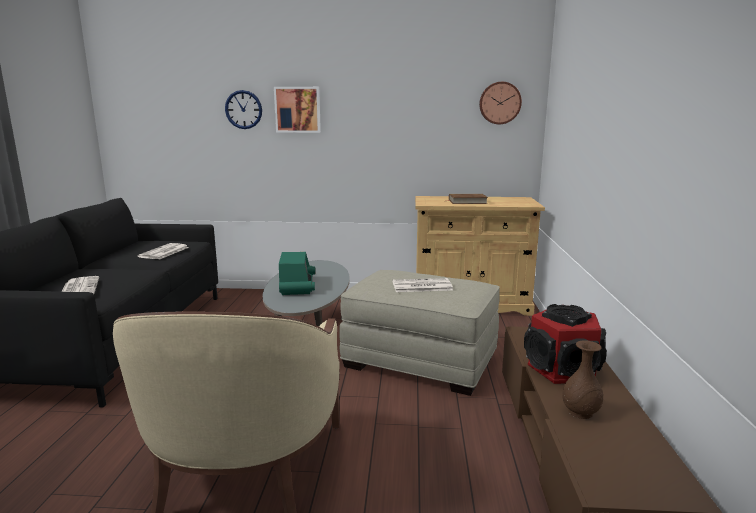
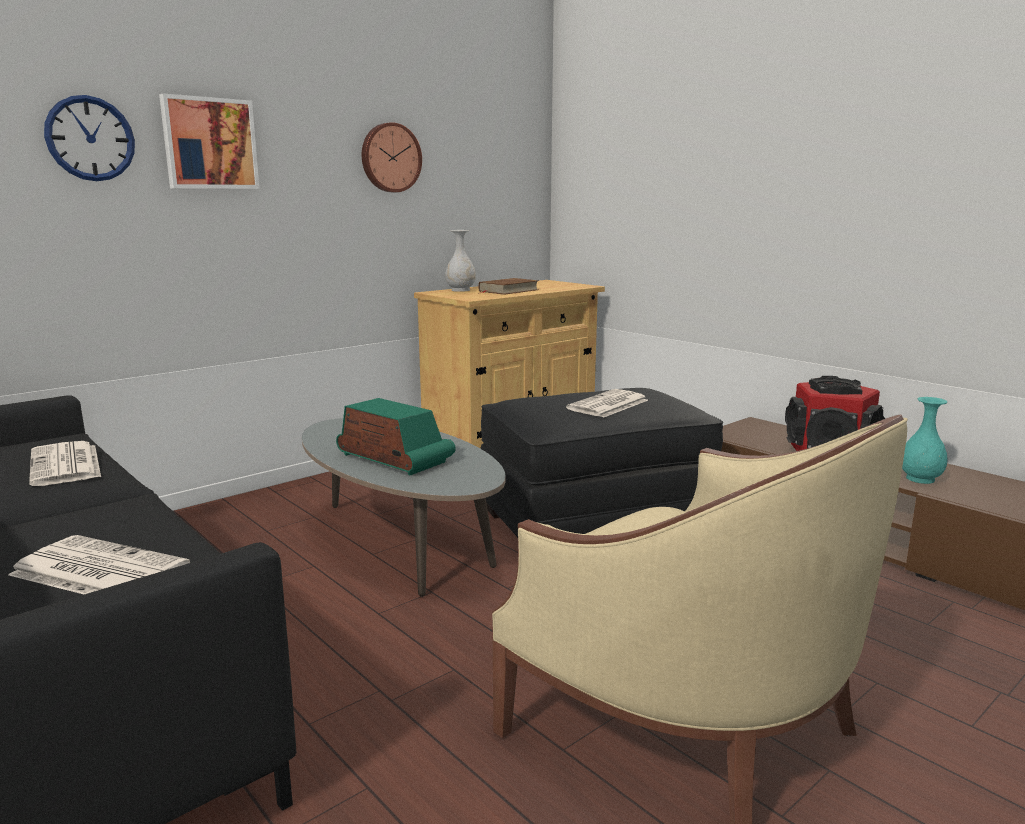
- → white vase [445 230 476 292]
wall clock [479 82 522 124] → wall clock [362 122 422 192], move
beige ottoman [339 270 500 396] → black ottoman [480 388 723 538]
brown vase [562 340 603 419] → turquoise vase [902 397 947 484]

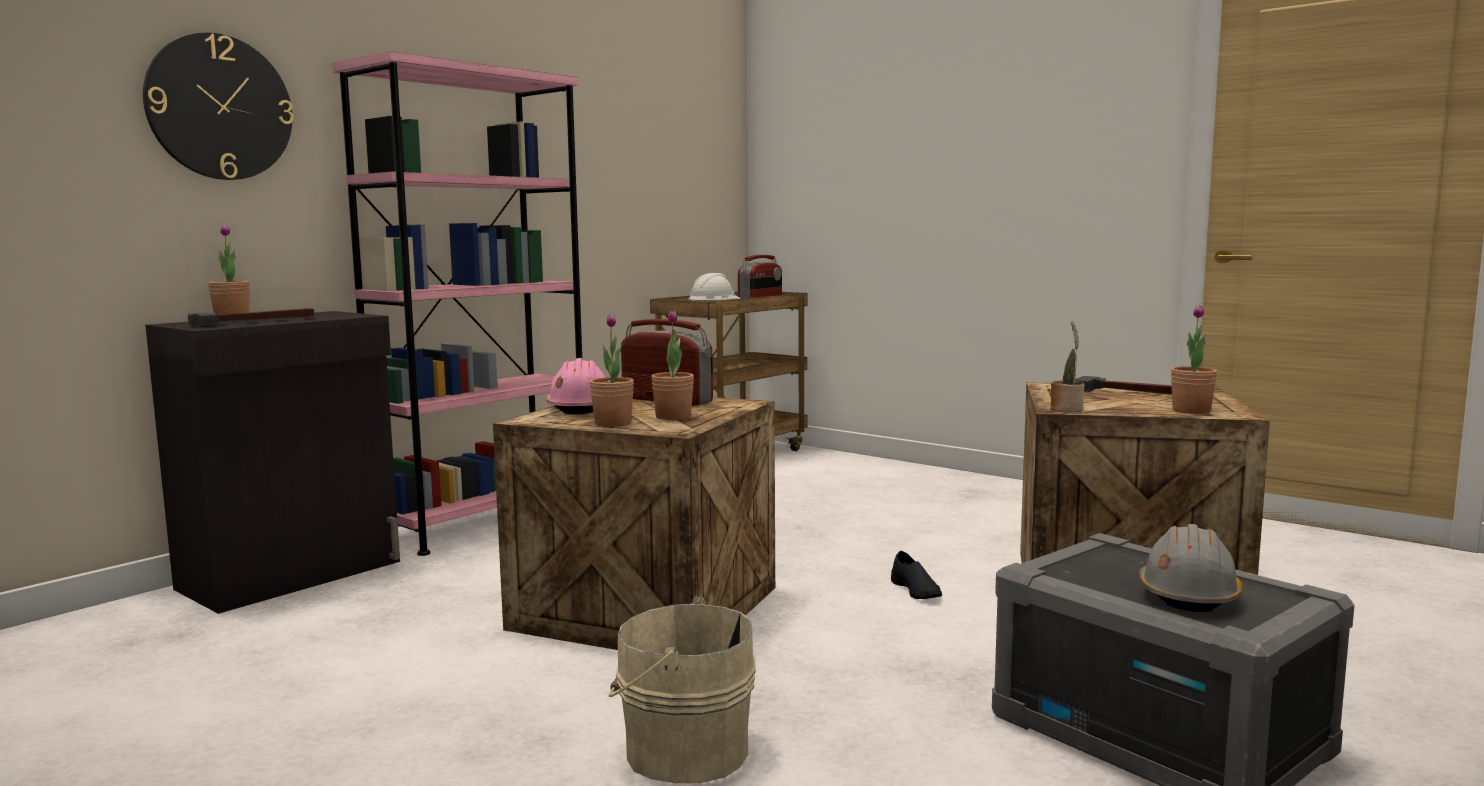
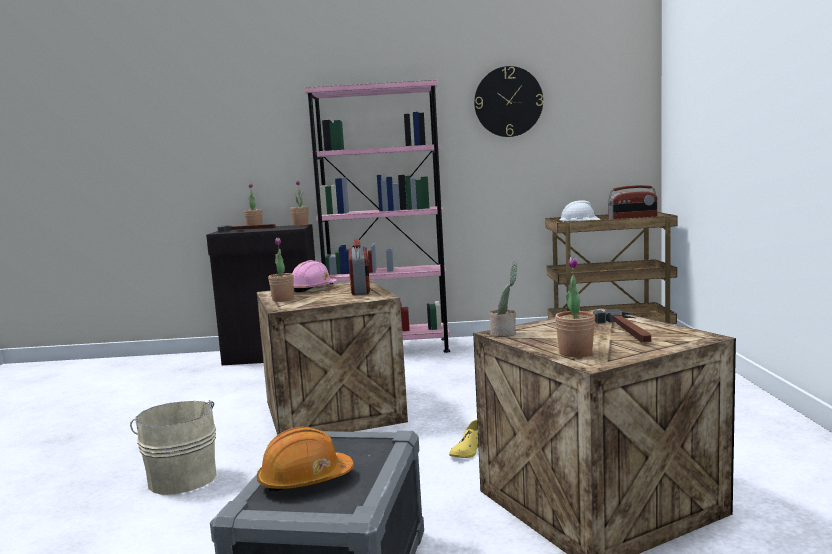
wall clock [143 32 294 180] → wall clock [474 66 543 137], move
potted plant [651 311 694 420] → potted plant [290 180 308 226], move
black shoe [891 551 942 599] → yellow shoe [449 420 478 458]
grey hard hat [1139 524 1243 612] → orange hard hat [257 427 354 491]

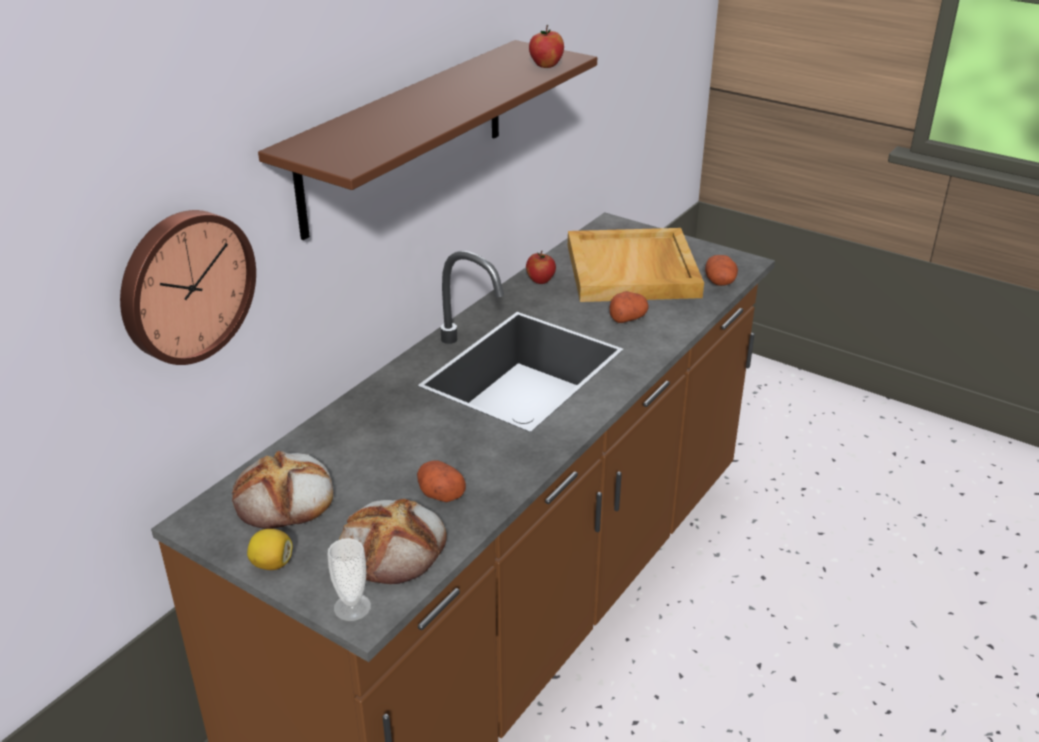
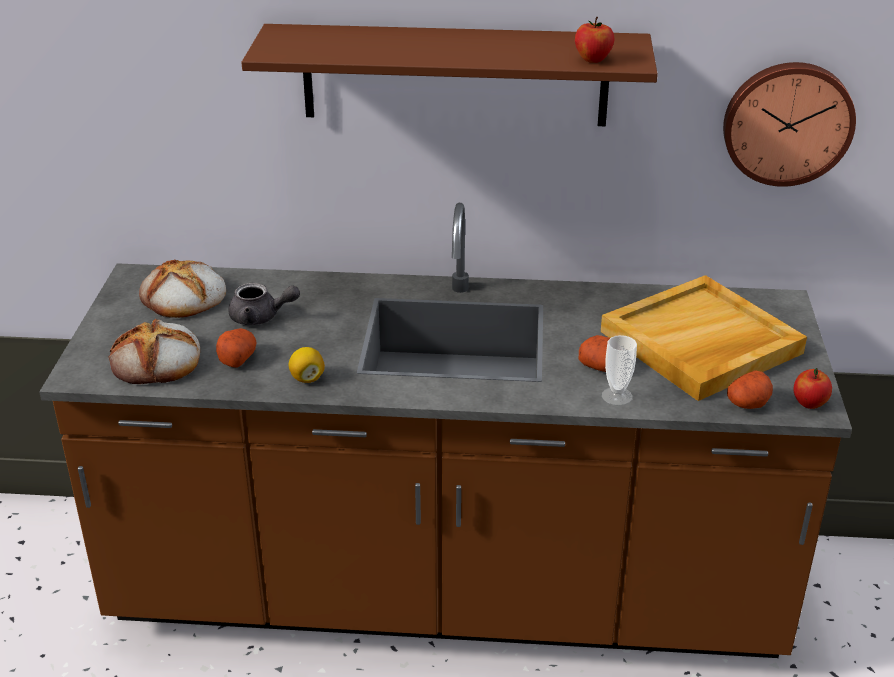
- → grey teapot [229 283 300 325]
wall clock [120 210 256 365] → wall clock [723 62 856 187], move
lemon [247 529 293 570] → lemon [289 347 325 383], move
cup [328 538 371 621] → cup [602 335 637 406], move
apple [526 251 556 284] → apple [793 368 832 409], move

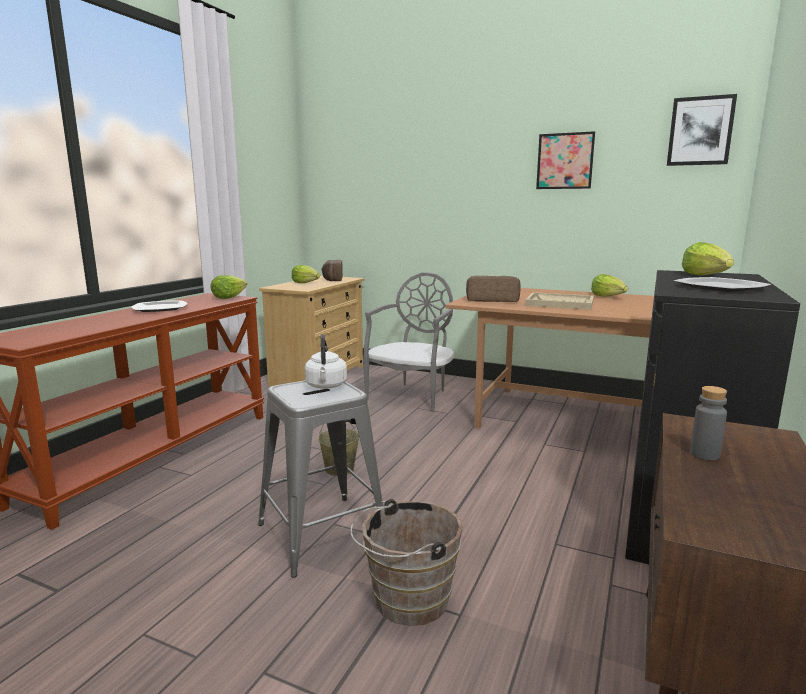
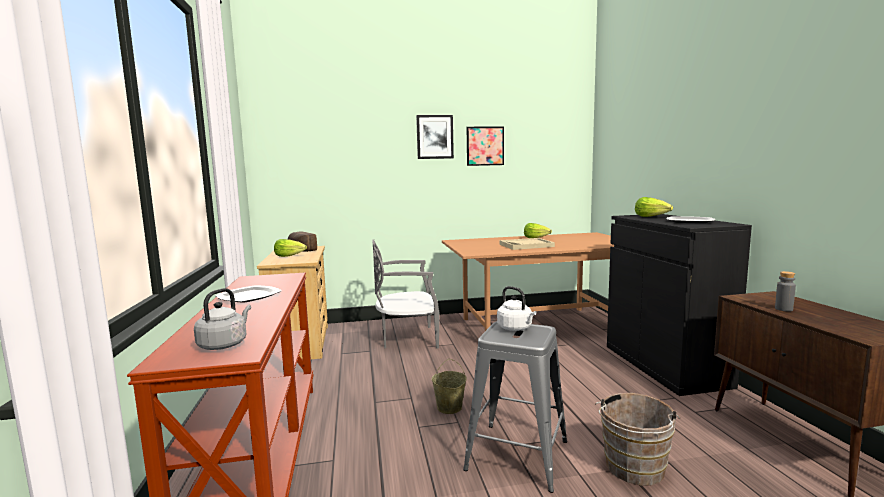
lettuce [210 275 247 299] → -
bread [466 276 521 302] → -
- → grey kettle [194 288 251 350]
picture [667 94 737 166] → picture [416 115 454 159], move
grey chair [363 272 454 412] → grey chair [372 239 439 349], 90 degrees counterclockwise

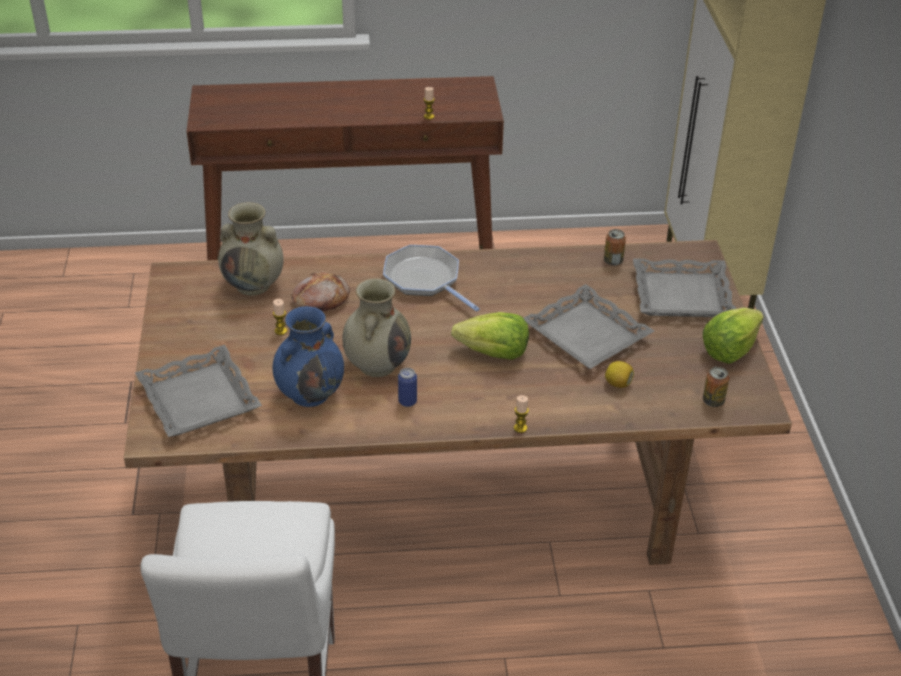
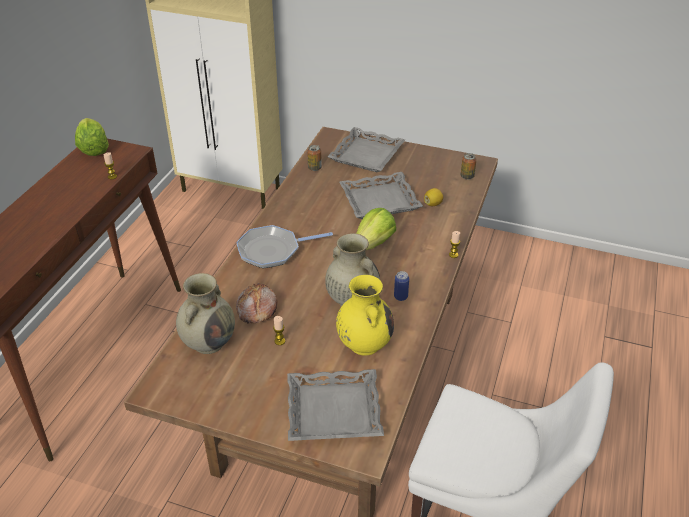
lettuce [703 307 764 364] → lettuce [75 118 109 156], move
blue vase [273 306 344 407] → yellow vase [336 275 394 356]

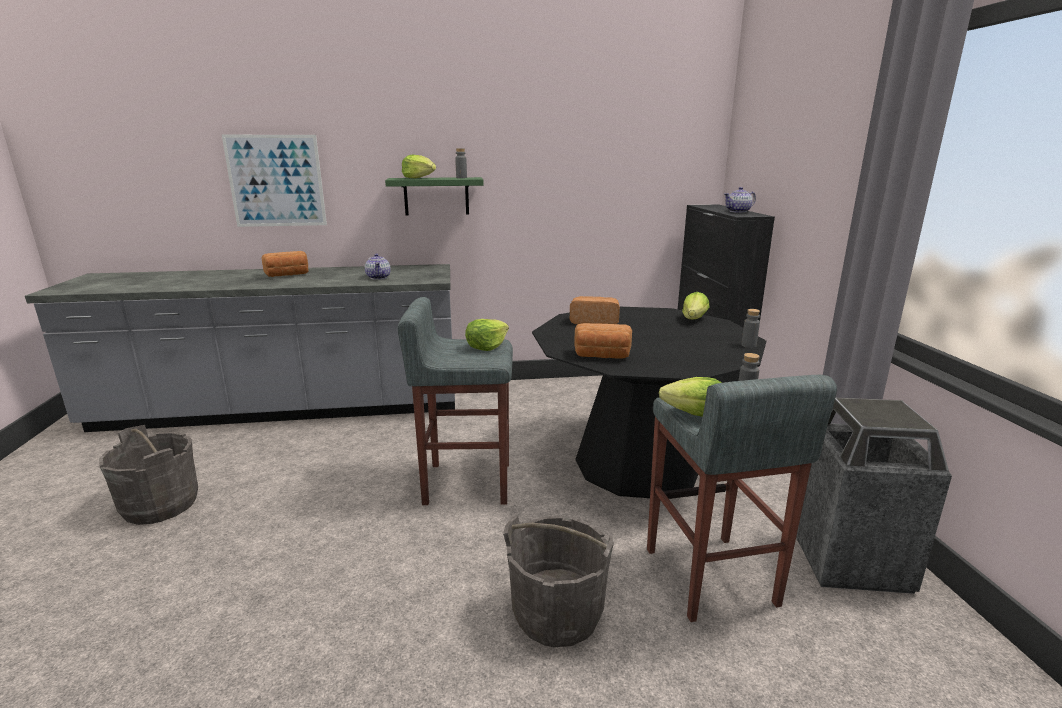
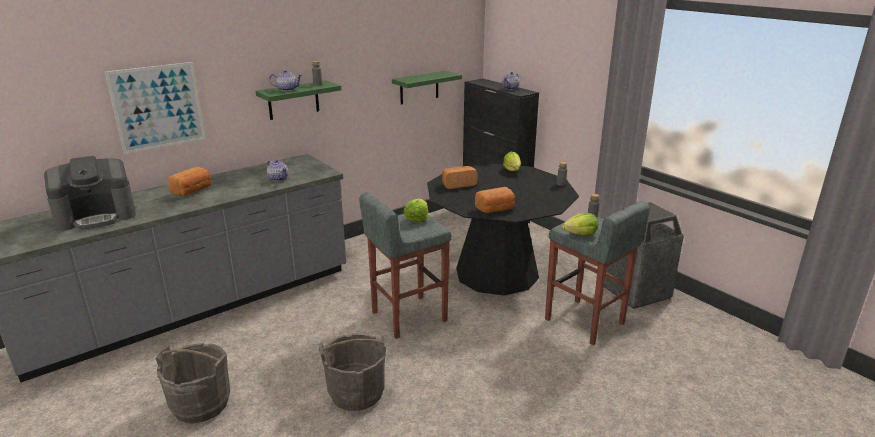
- → coffee machine [44 156 136 231]
- → green shelf [392 71 462 105]
grey bucket [503 516 614 647] → grey bucket [319 333 386 411], move
lettuce [402 155 436 178] → teapot [269 70 302 91]

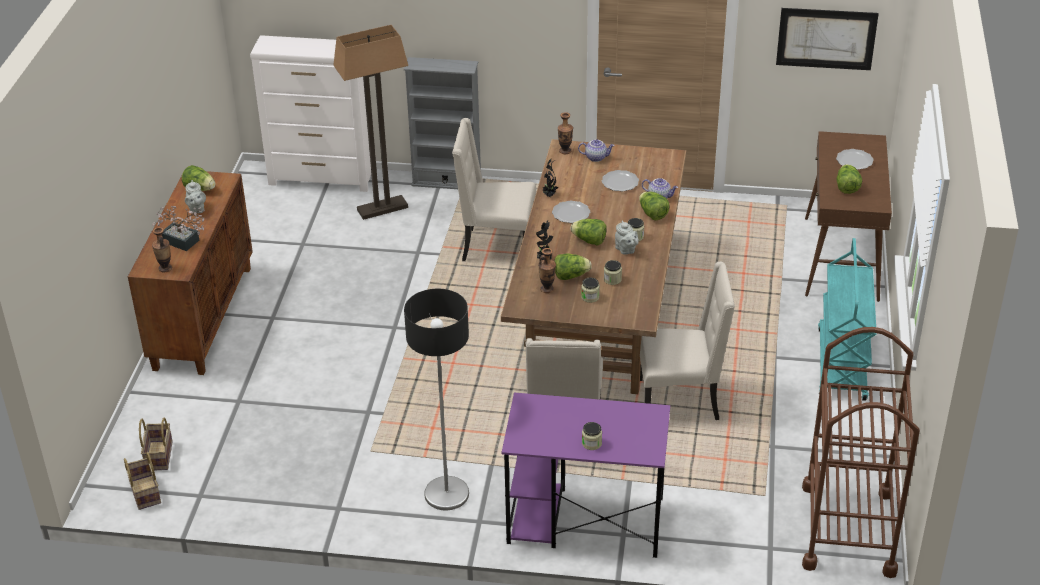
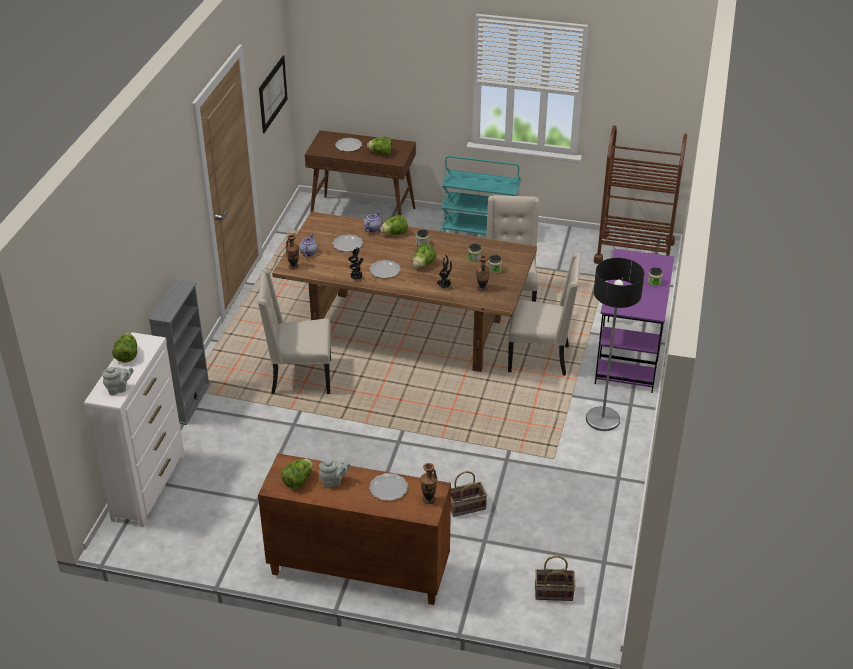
floor lamp [333 25 408 220] → -
basket [124 452 161 510] → basket [451 471 487 517], move
lettuce [554 254 592 280] → lettuce [112 333 137 363], move
grey teapot [615 221 639 255] → grey teapot [102 367 134 395], move
potted plant [152 206 205 251] → plate [369 473 408 501]
beige chair [452 118 536 261] → beige chair [258 269 331 394], 75 degrees clockwise

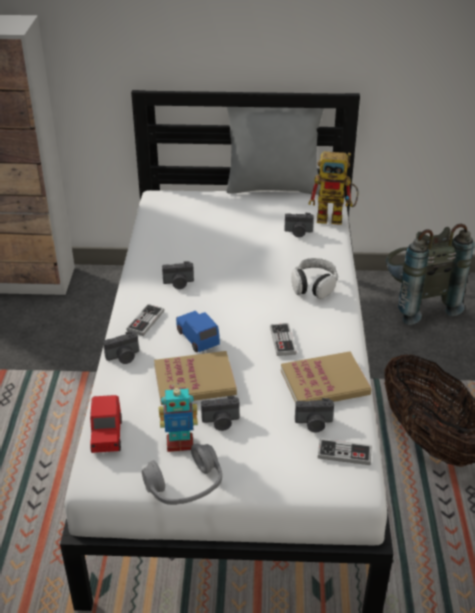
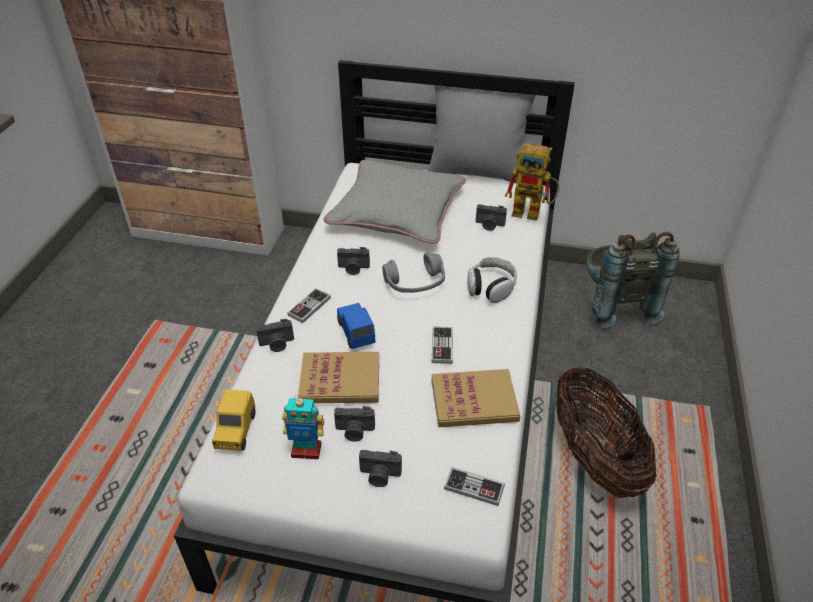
- → grey pillow [324 159 466 244]
grey headphones [142 444 222 505] → grey headphones [383 253 445 293], move
photo camera [295 398 334 432] → photo camera [359 450 402 487], move
red toy car [90 395 122 453] → yellow toy car [212 390 255 451]

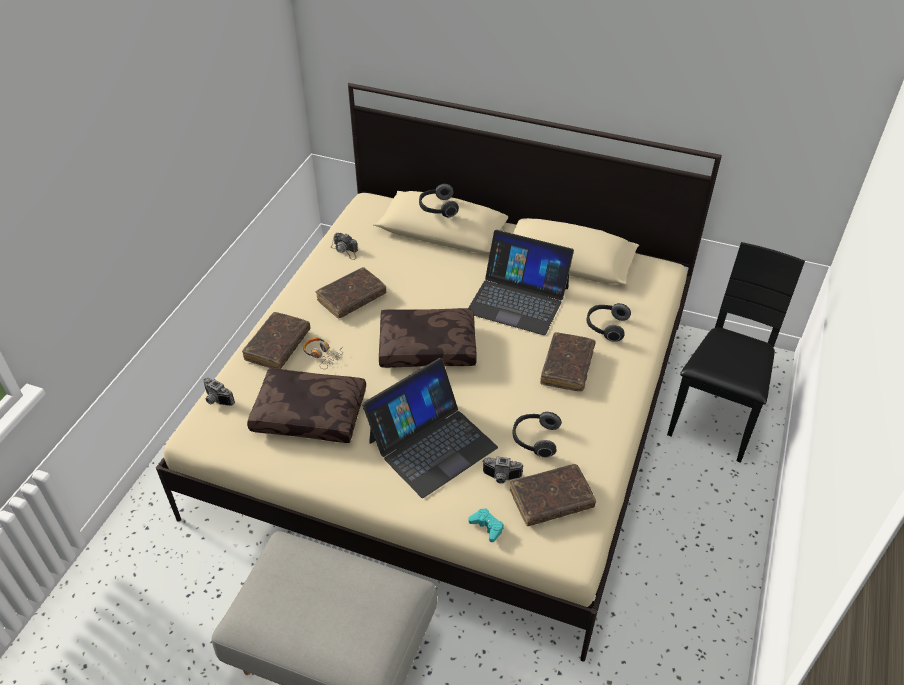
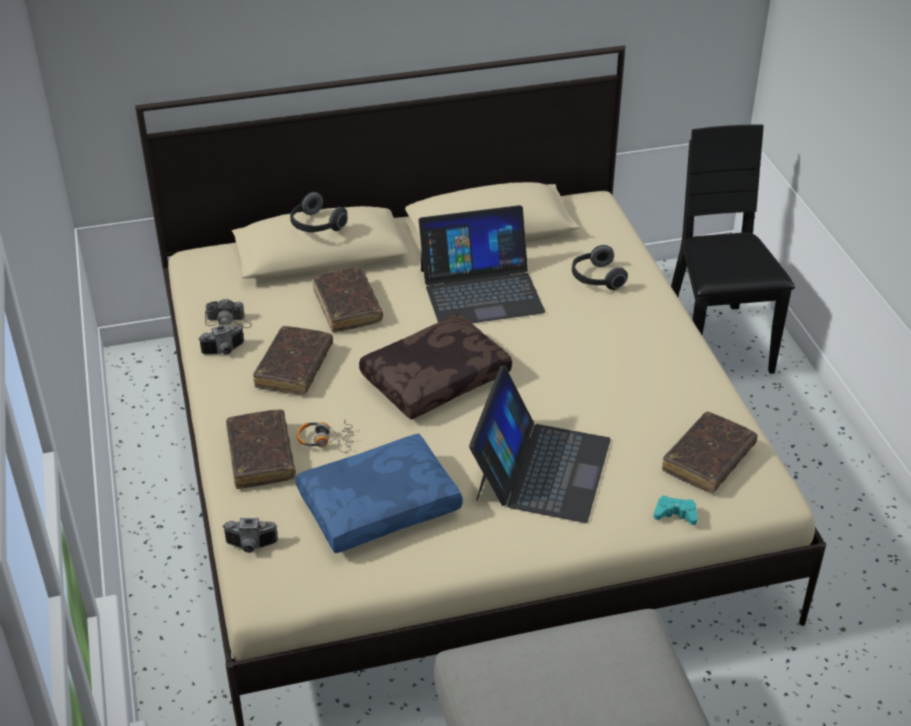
headphones [513 412 561 458] → -
photo camera [483 456 524 484] → photo camera [198 324 244 355], move
brown book [540 332 596 391] → brown book [313 267 383 333], move
brown pillow [247 368 366 443] → blue pillow [295 434 463 553]

